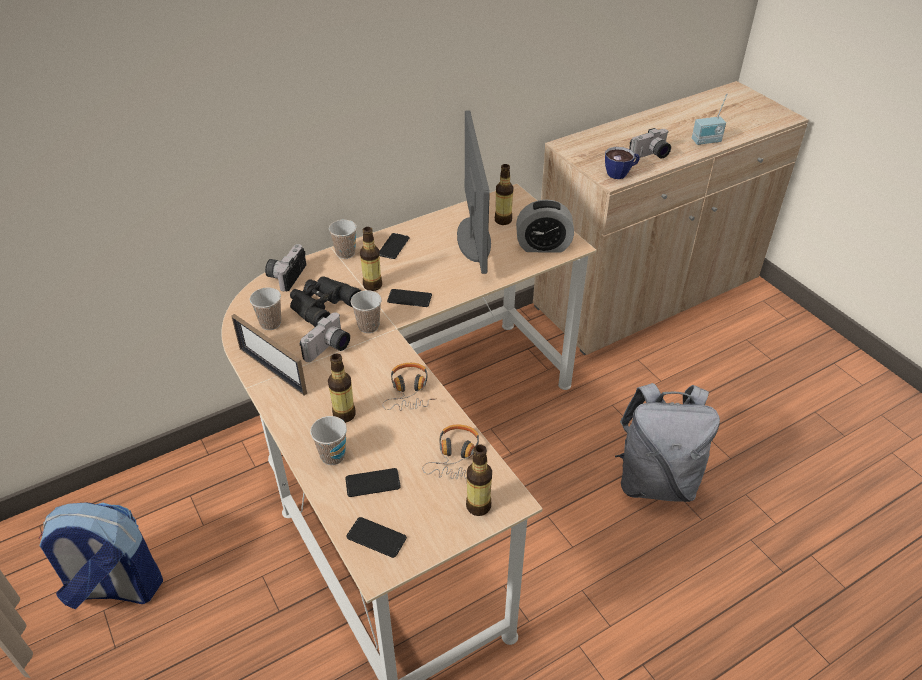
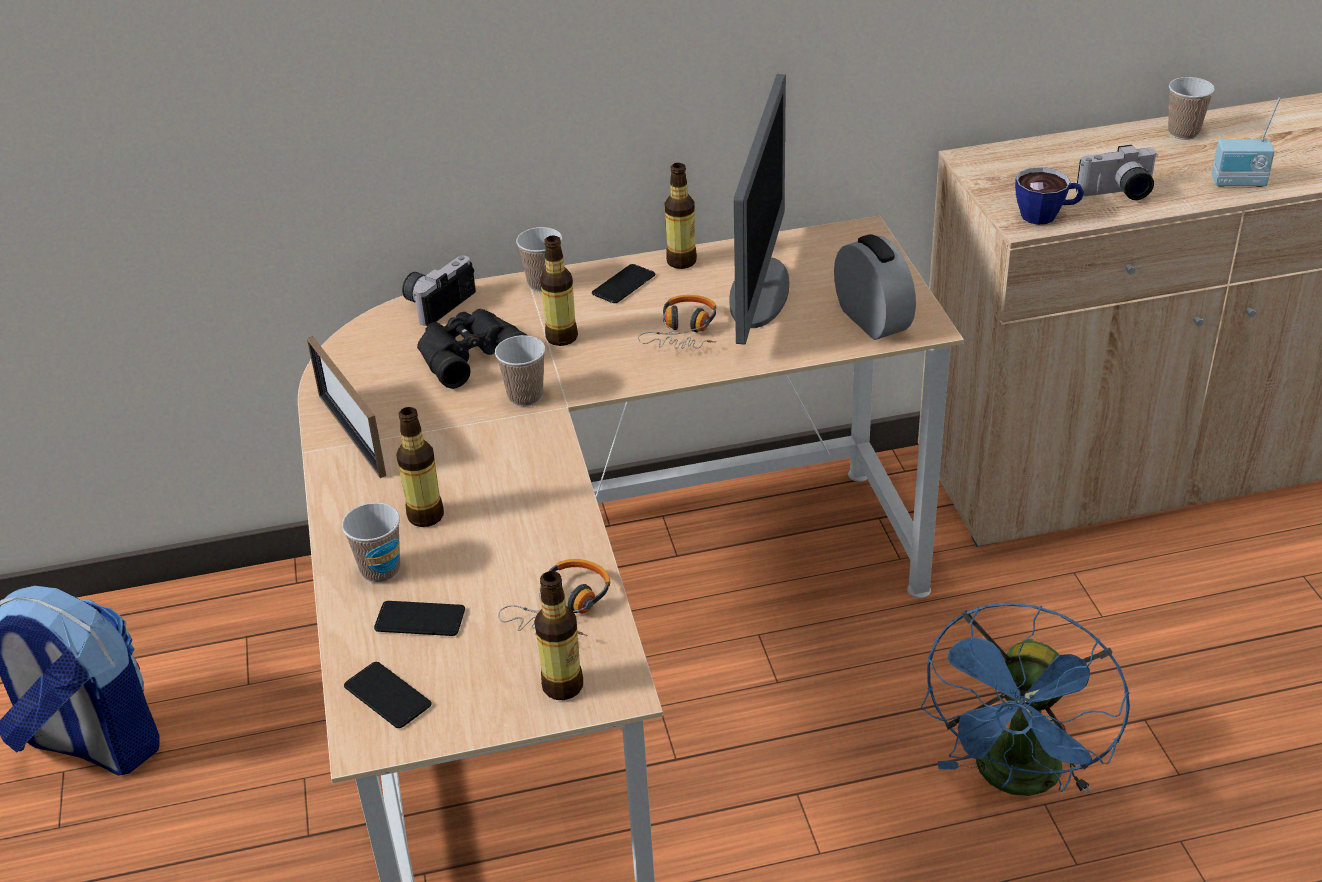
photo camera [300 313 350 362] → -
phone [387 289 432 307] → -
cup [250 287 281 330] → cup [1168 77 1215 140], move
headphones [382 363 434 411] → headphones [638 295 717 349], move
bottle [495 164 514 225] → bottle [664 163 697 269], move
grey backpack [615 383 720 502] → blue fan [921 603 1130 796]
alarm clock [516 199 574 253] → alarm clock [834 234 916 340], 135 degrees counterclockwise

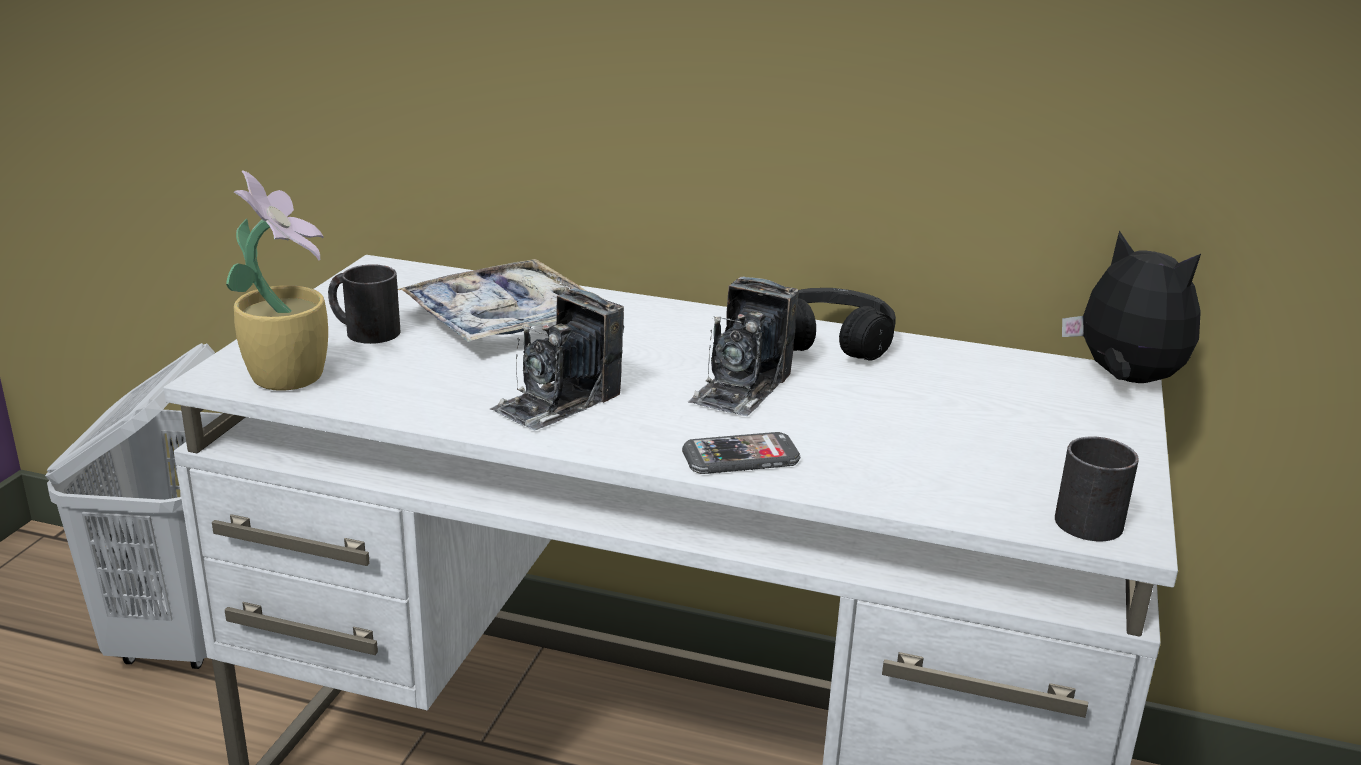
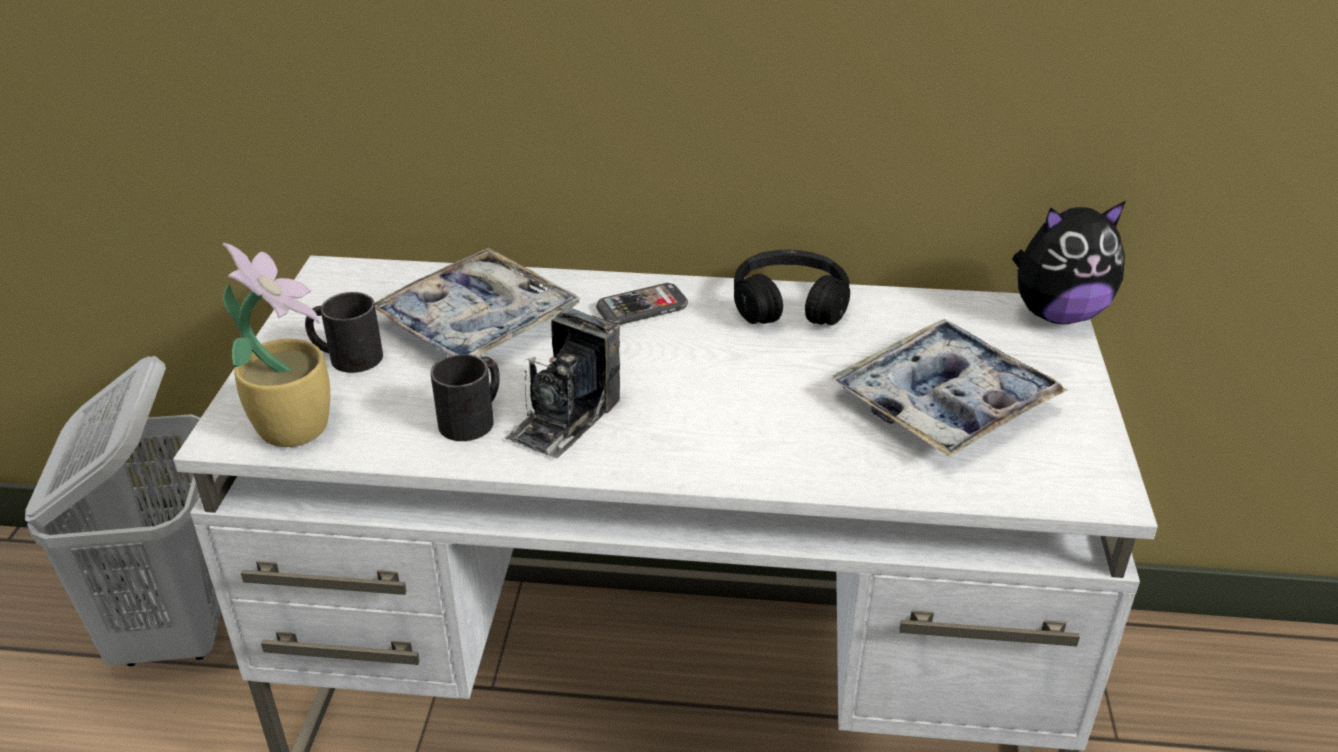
photo camera [688 277 799 416] → -
- → tray [832 319 1068 457]
phone [682 432 800 474] → phone [596 283 688 325], move
black mug [1055 436 1139 541] → black mug [431 354 500 441], move
plush toy [1062 230 1201 383] → plush toy [1012 201 1126 324], 135 degrees clockwise

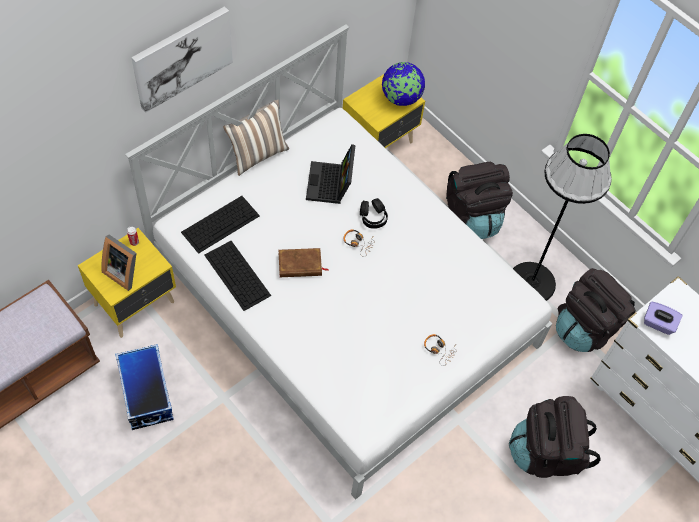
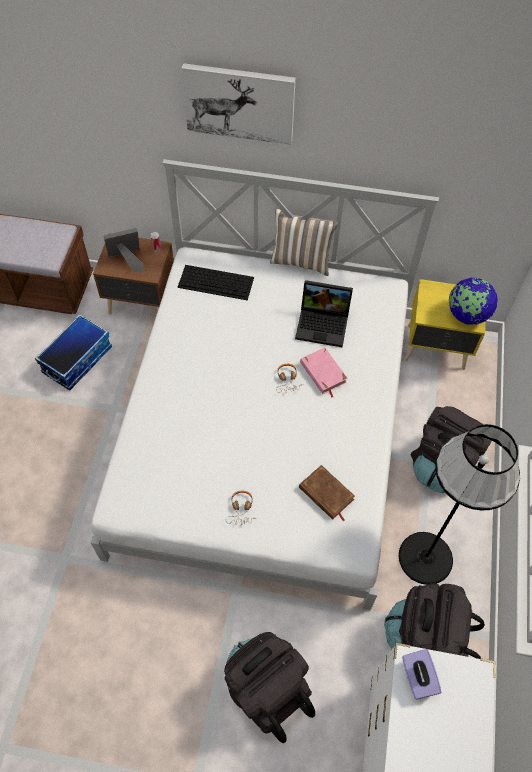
keyboard [204 241 271 311] → -
brown book [279 248 329 277] → brown book [299 465 355 521], move
black headphones [360 198 388 229] → pink book [300 347 348 397]
yellow nightstand [78 228 176 338] → brown nightstand [93 233 174 314]
picture frame [101 235 137 291] → picture frame [103 228 144 272], 75 degrees clockwise
laptop [306 144 355 204] → laptop [295 280 353 347], 135 degrees counterclockwise

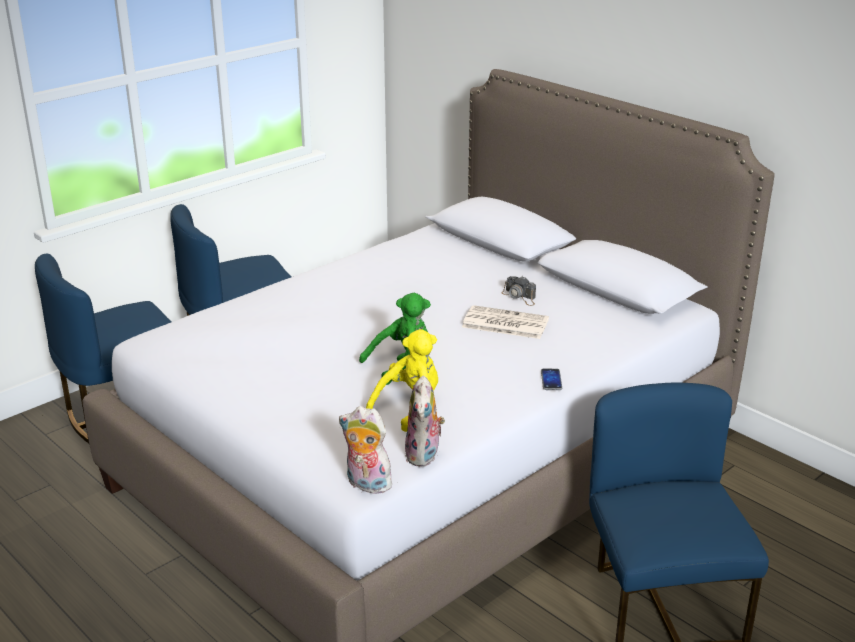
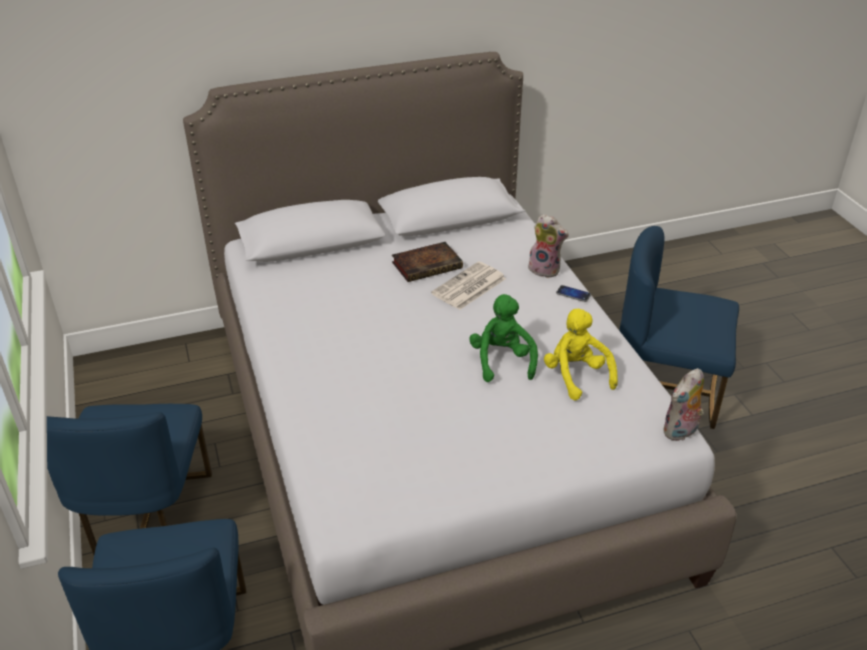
plush toy [405 376 445 467] → plush toy [524 214 569 278], move
photo camera [502 276 536 306] → book [392 242 463 282]

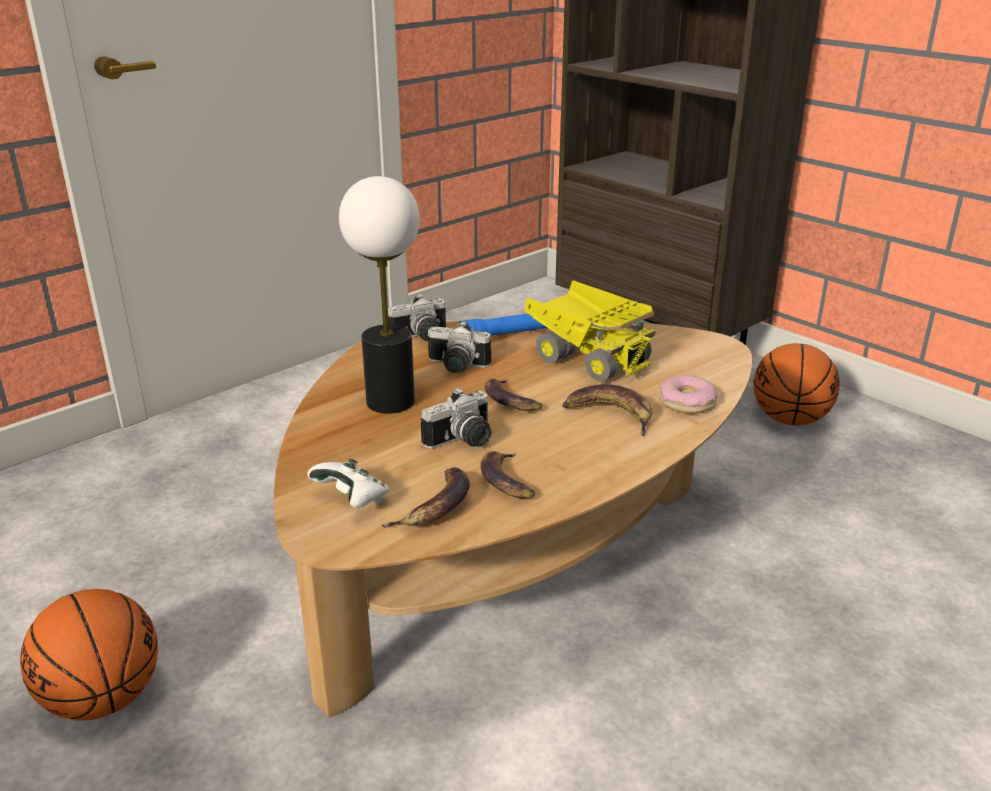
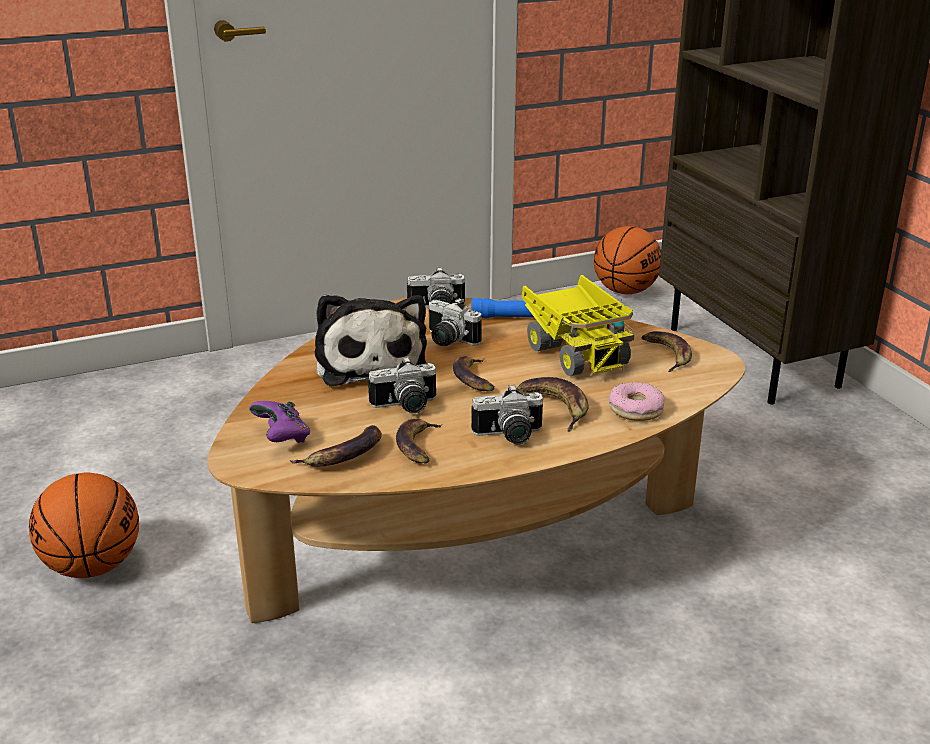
- → photo camera [471 385 543 445]
- → banana [641 331 692 372]
basketball [753 343 840 426] → basketball [594 226 661 294], move
table lamp [339 176 420 414] → plush toy [315 294 427 386]
white game controller [307 459 389 508] → purple game controller [249 401 310 443]

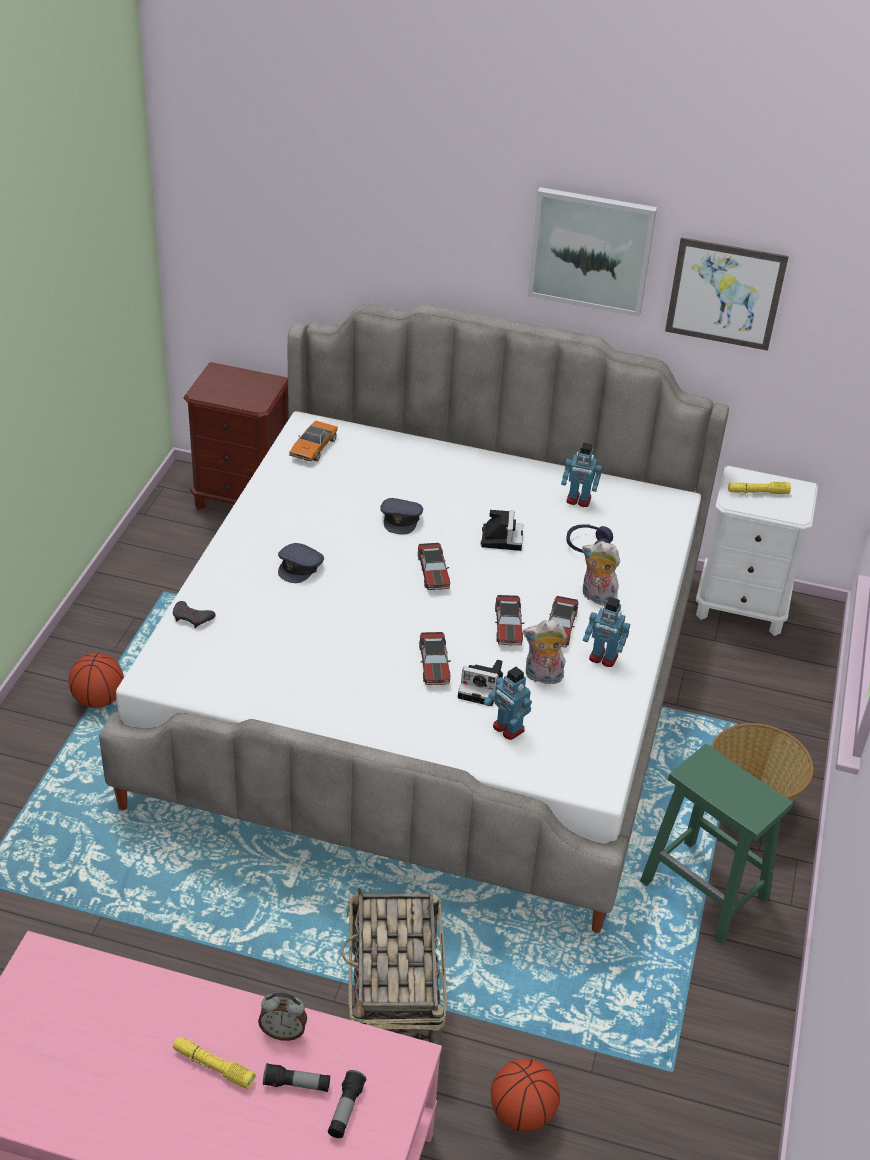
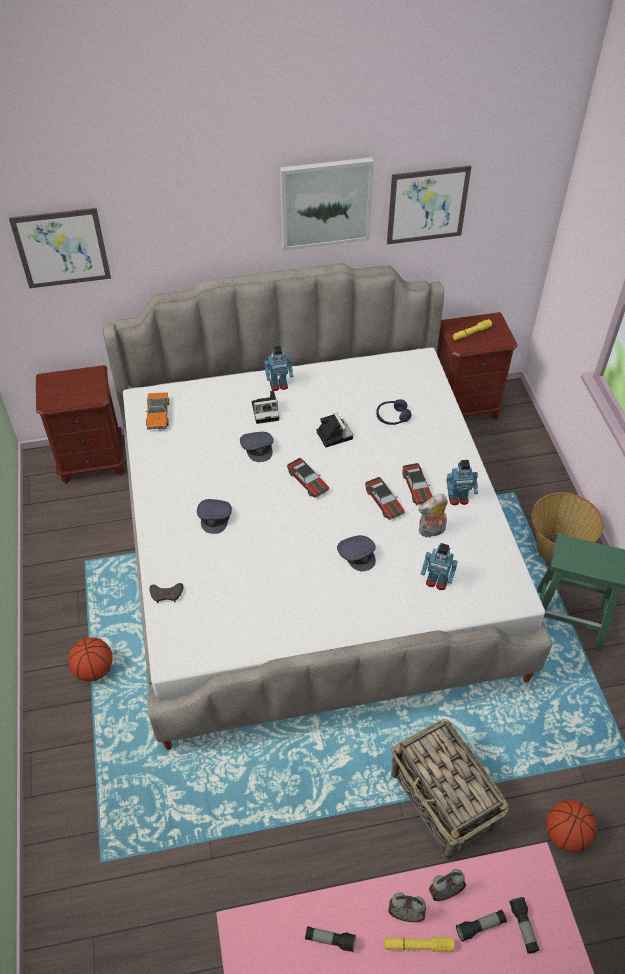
plush toy [582 541 620 606] → -
- → picture [9 208 111 288]
- → flashlight [305 926 356 952]
- → alarm clock [388 892 426 922]
photo camera [458 660 503 706] → photo camera [252 390 279 424], move
toy robot [561 443 602 507] → toy robot [264 346 294 391], move
toy car [419 632 451 685] → grey cap [337 535 376 571]
white nightstand [696 466 818 636] → brown nightstand [437 312 518 420]

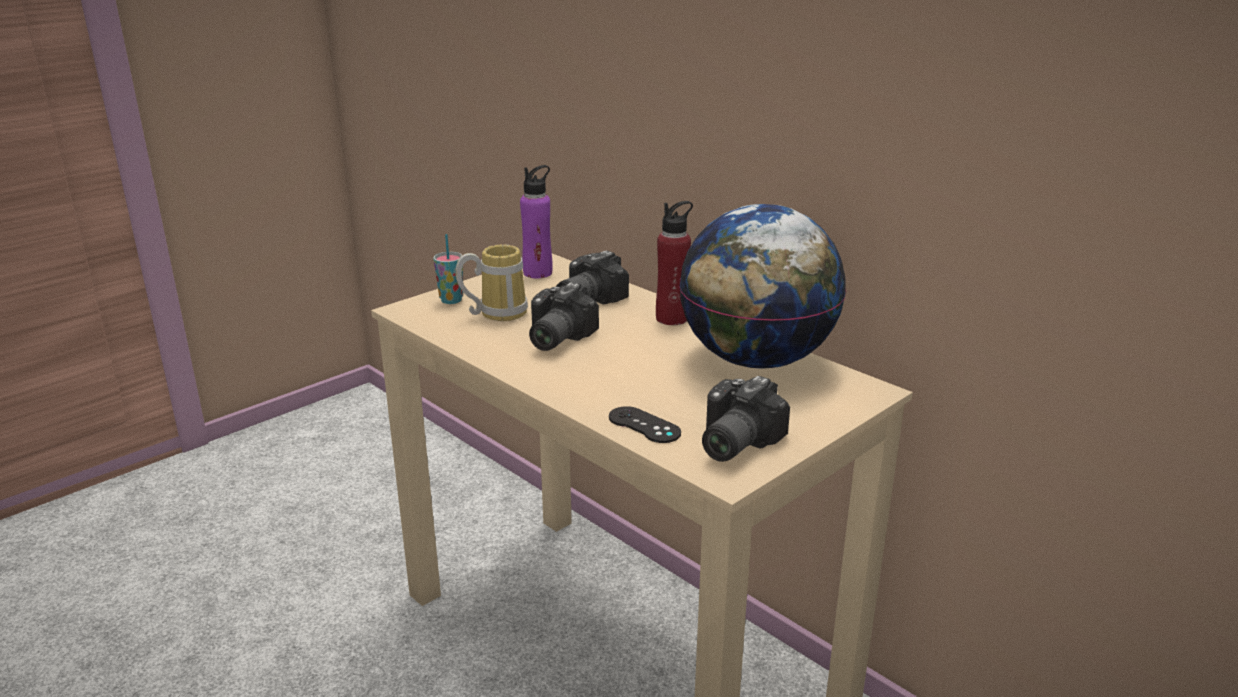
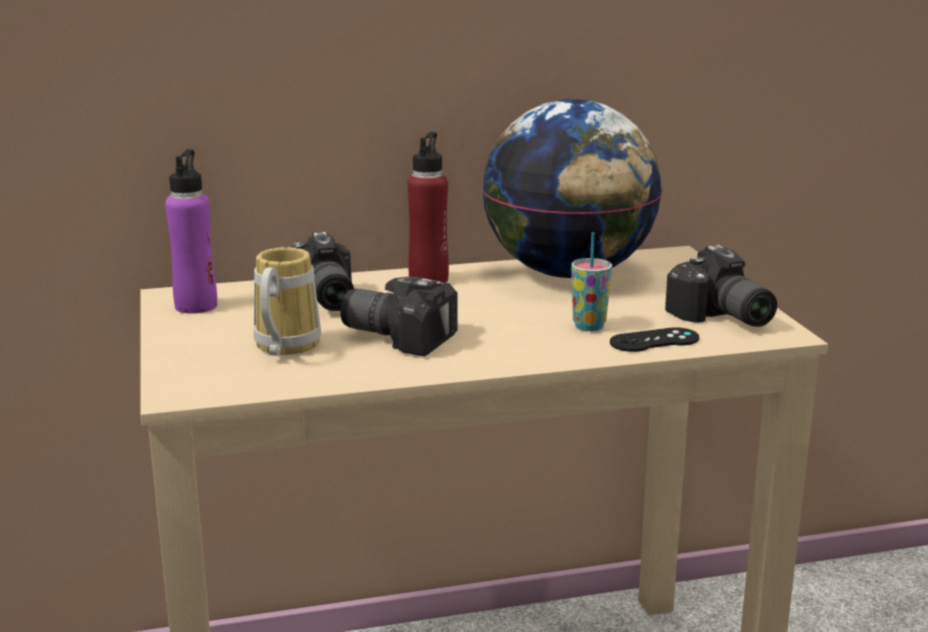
cup [433 234 463 304] → cup [571 232 612 331], move
photo camera [529 282 599 351] → photo camera [340 277 458 356], 150 degrees clockwise

